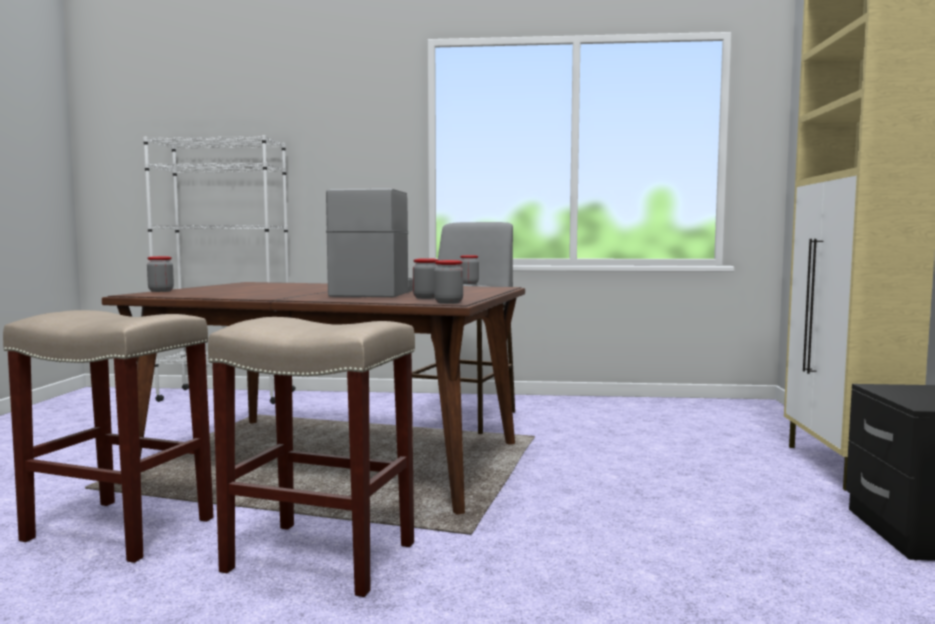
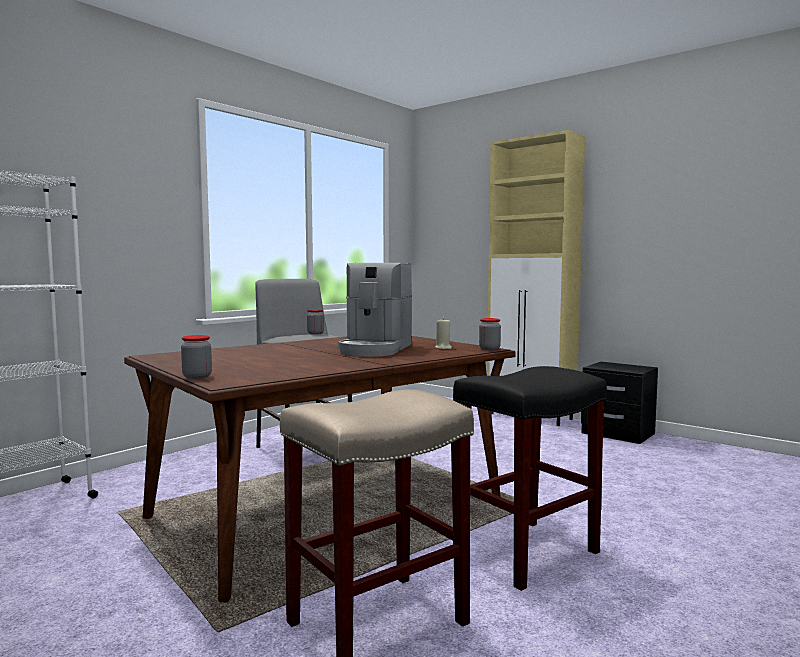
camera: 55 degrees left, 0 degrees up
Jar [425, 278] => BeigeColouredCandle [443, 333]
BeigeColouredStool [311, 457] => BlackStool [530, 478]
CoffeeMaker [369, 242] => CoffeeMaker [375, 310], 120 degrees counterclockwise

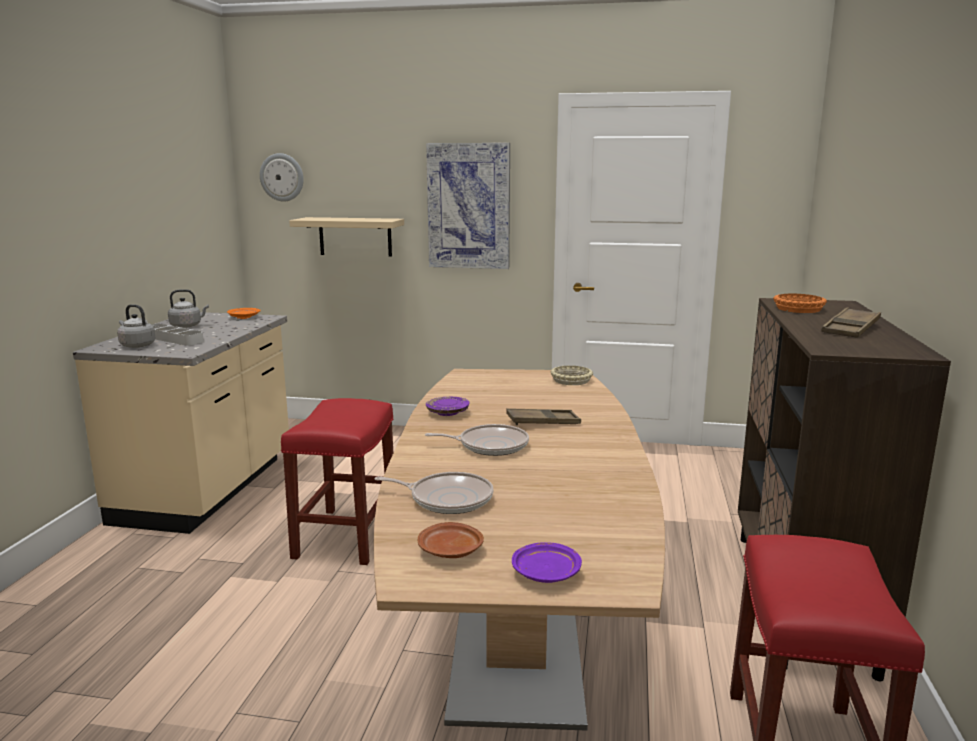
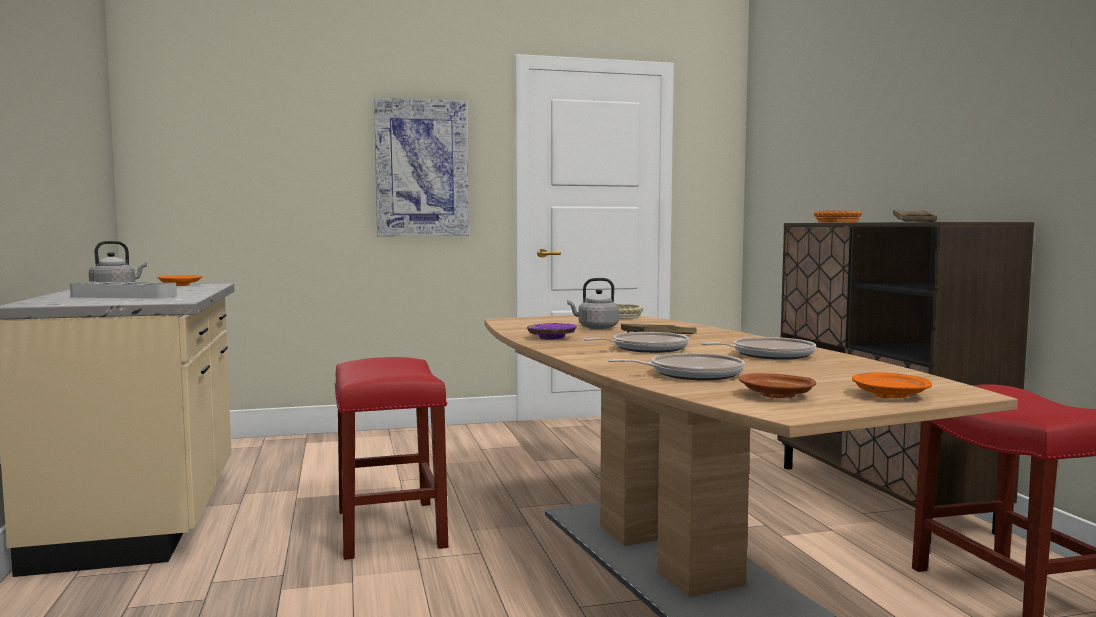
camera: 25 degrees left, 10 degrees down
ClockOnTheWall [282, 177] => nothing
BeigeColouredBracketShelf [346, 237] => nothing
nothing => Skillet [758, 348]
GreyishKettle [136, 326] => GreyishKettle [593, 303], moved
PurplishFlatDish [547, 562] => OrangeFlatDish [892, 385]

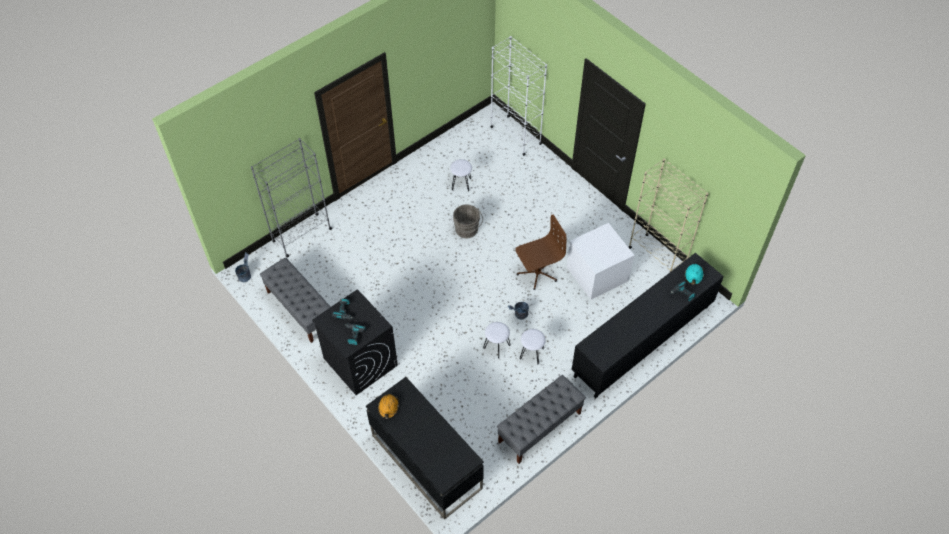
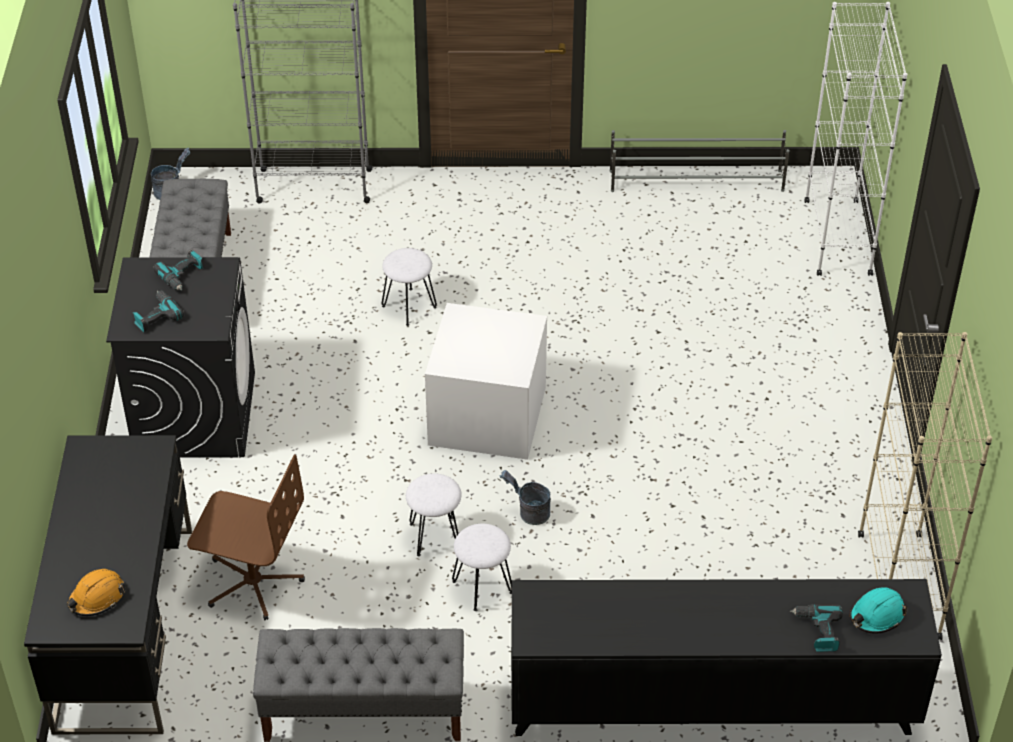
camera: 40 degrees right, 10 degrees down
GreyishPail [468, 221] => nothing
nothing => GreyishShoeStand [700, 161]
OrangeWorkHelmet [388, 406] => OrangeWorkHelmet [96, 592], moved
WhiteStool [461, 175] => WhiteStool [409, 287], moved
BrownColouredDeskChair [540, 252] => BrownColouredDeskChair [246, 537], moved
WhiteStorageBin [600, 261] => WhiteStorageBin [486, 381], moved

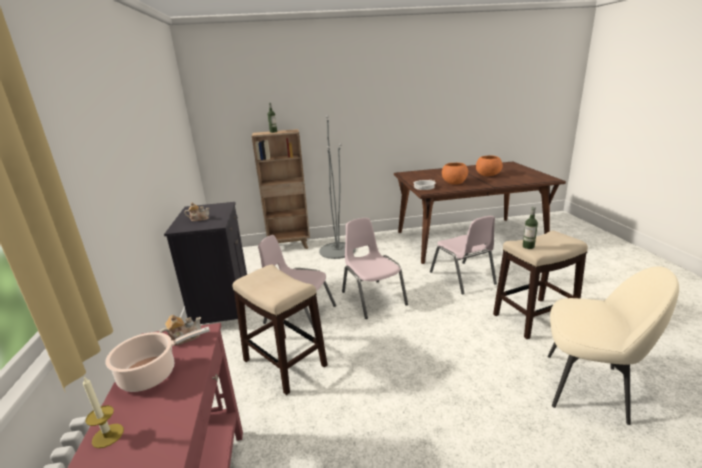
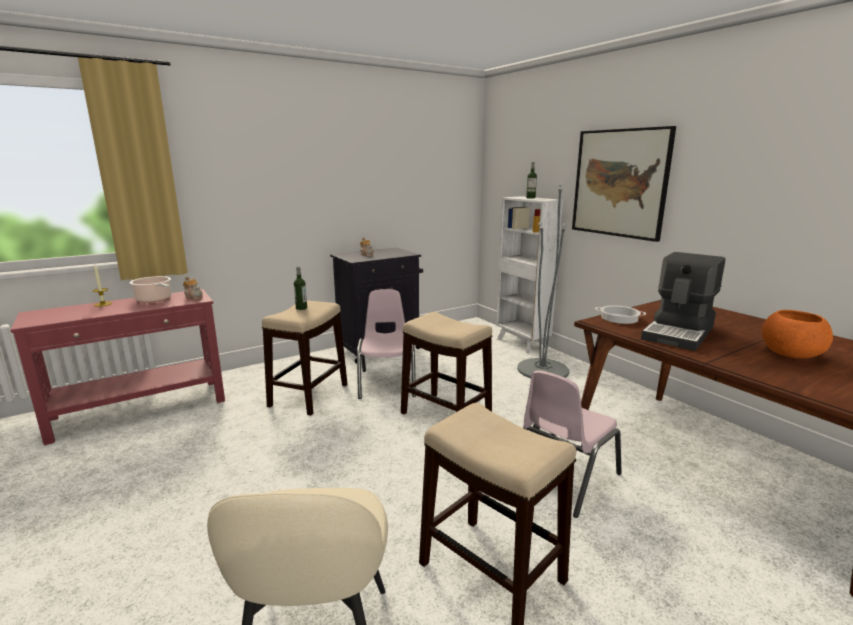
camera: 65 degrees right, 5 degrees down
nothing => WallPicture [624, 184]
BeverageBottle [530, 228] => BeverageBottle [300, 288], moved
PinkUprightChair [375, 268] => Stool [446, 363]
OrangeDeepDish [455, 174] => CoffeeMaker [683, 301]
BrownColouredBookshelf [281, 189] => WhiteBookshelf [529, 274]

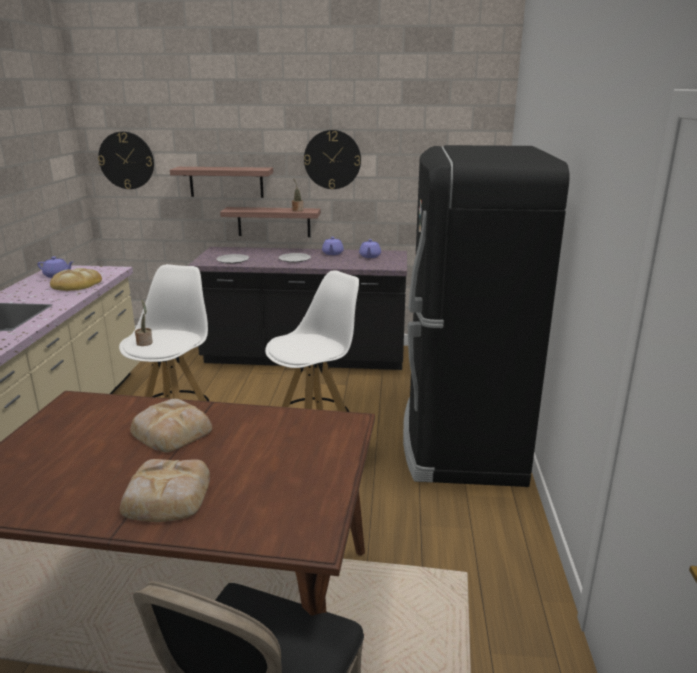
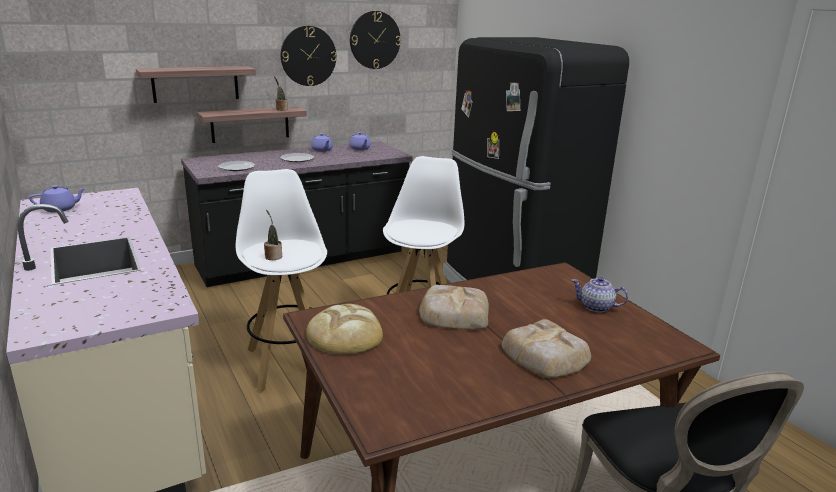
camera: 35 degrees left, 0 degrees up
nothing => TeaPot [599, 295]
BakedBread [76, 279] => BakedBread [344, 329], moved
ClockOnTheWall [126, 160] => ClockOnTheWall [375, 40], moved

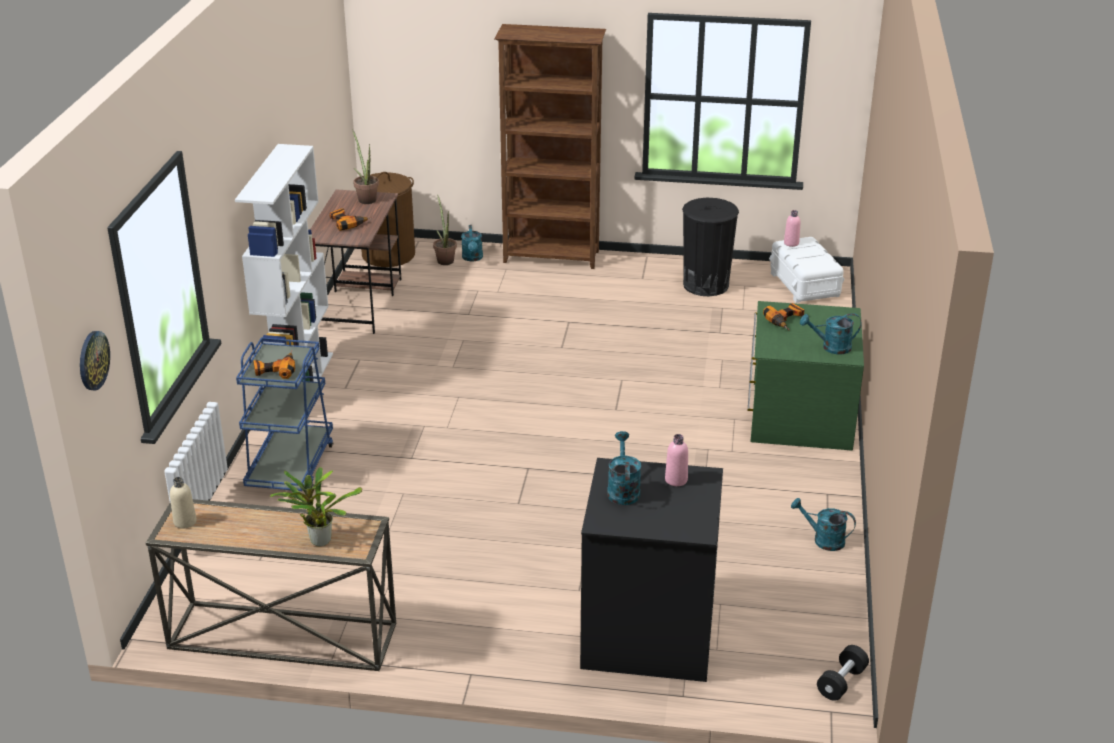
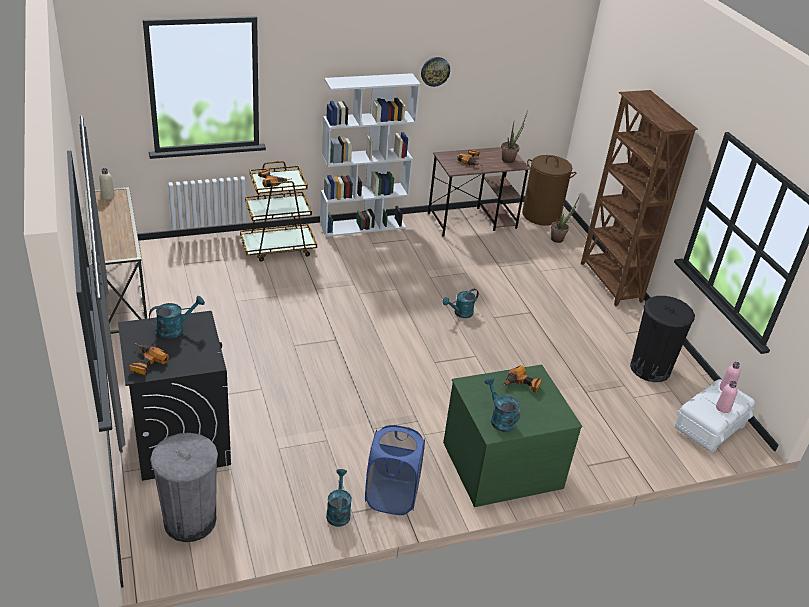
camera: 60 degrees right, 5 degrees up
PottedPlant [316, 507] => nothing
BlackDumbbell [843, 673] => nothing
nothing => ElectricDrill [149, 359]
nothing => GreyishTrashCan [184, 487]
nothing => BluishHamper [395, 470]
ClockOnTheWall [95, 361] => ClockOnTheWall [435, 72], moved
TurquoiseWateringCan [472, 243] => TurquoiseWateringCan [460, 303], moved
PinkBeverageBottle [676, 460] => PinkBeverageBottle [727, 397], moved
BluishCart [285, 414] => BrownColouredCart [278, 211]

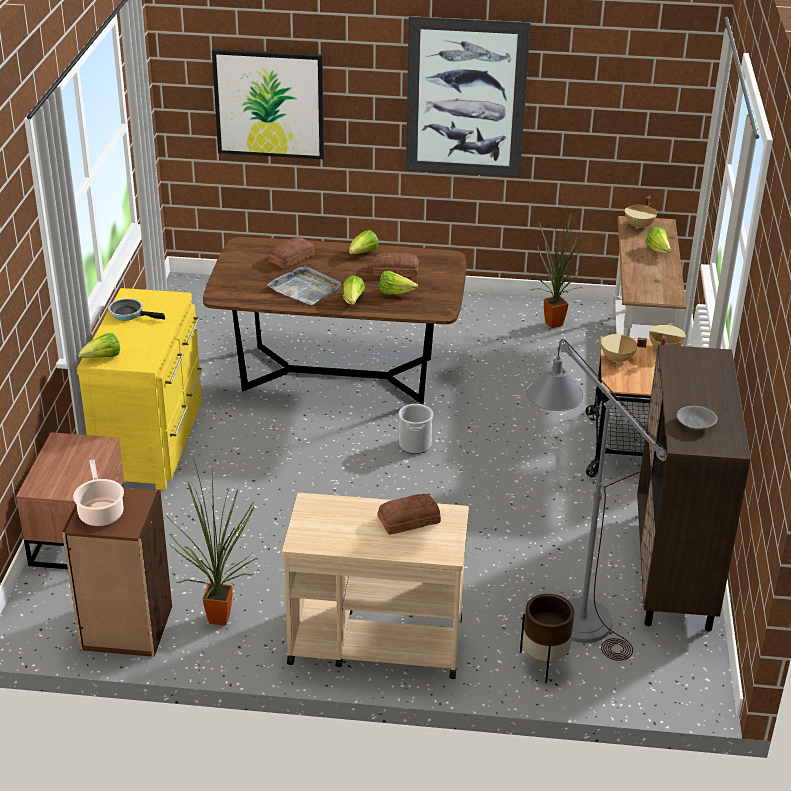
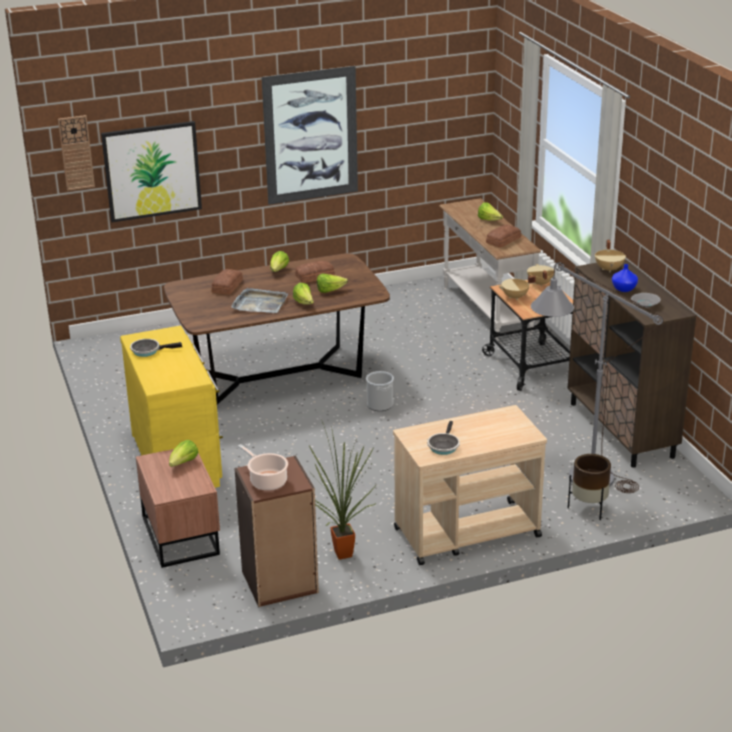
camera: 25 degrees left, 5 degrees down
PottedPlant [562, 260] => nothing
nothing => ClockOnTheWall [76, 153]
nothing => Skillet [443, 438]
nothing => BluishDecorativeVase [625, 278]
Lettuce [99, 345] => Lettuce [183, 453], moved
BakedBread [409, 514] => BakedBread [503, 236], moved
BeigeColouredCookingPot [641, 212] => BeigeColouredCookingPot [610, 256], moved

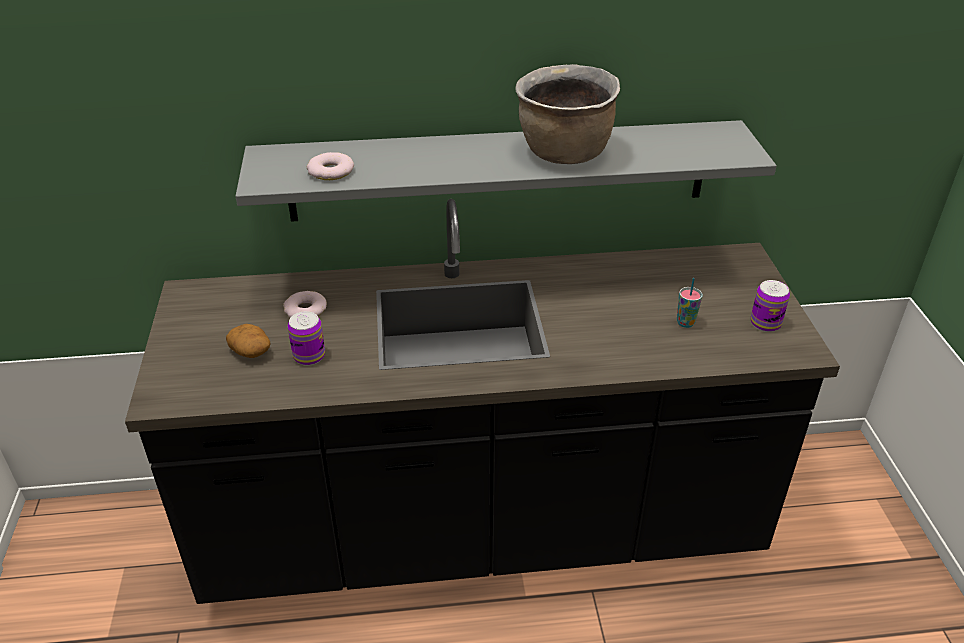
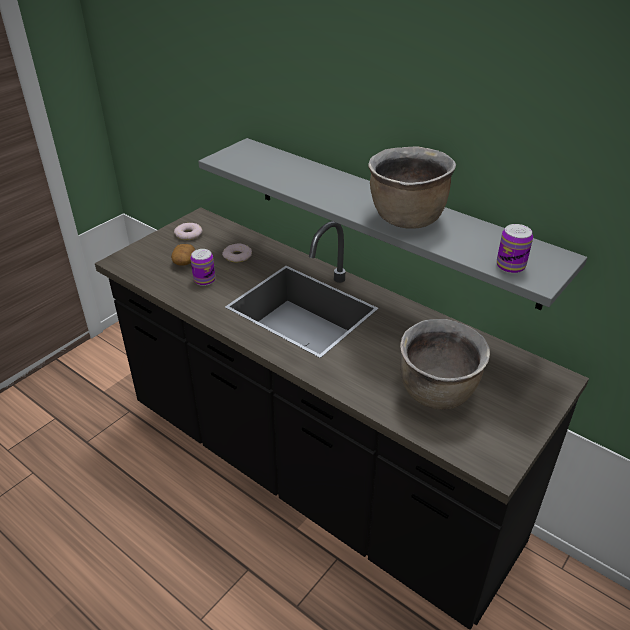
camera: 45 degrees right, 0 degrees up
RingDoughnut [330, 166] => RingDoughnut [188, 231], moved
SealedCan [770, 306] => SealedCan [515, 249], moved
DrinkingCup [690, 303] => BrownColouredCookingPot [445, 364]

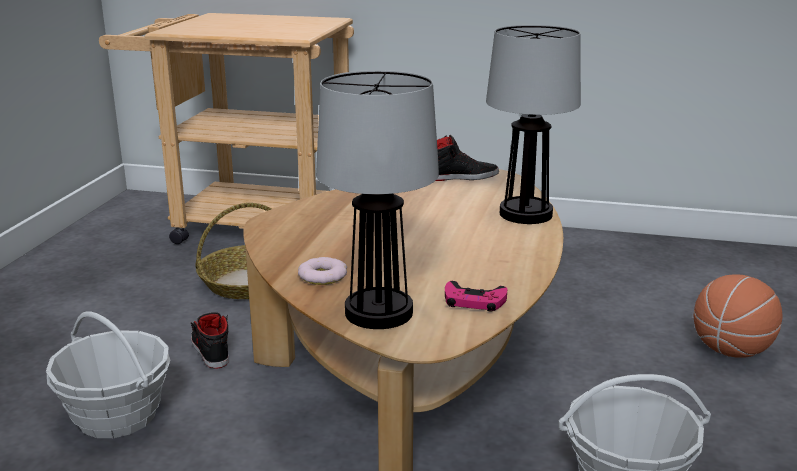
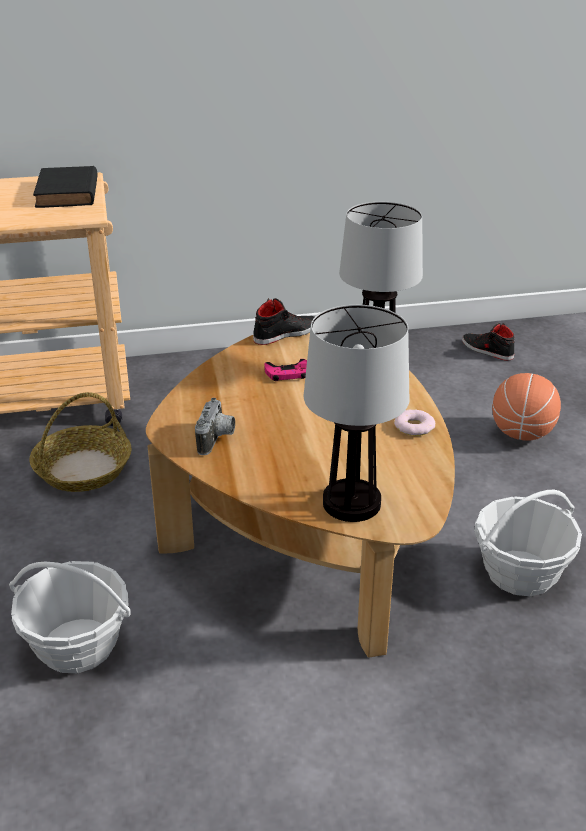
camera: 25 degrees left, 10 degrees up
nothing => BlackBoundBook [65, 187]
nothing => StillCamera [215, 426]
BlackLowShoe [210, 340] => BlackLowShoe [488, 342], moved
RingDoughnut [322, 271] => RingDoughnut [414, 423], moved
PinkJoypad [476, 296] => PinkJoypad [285, 370], moved

